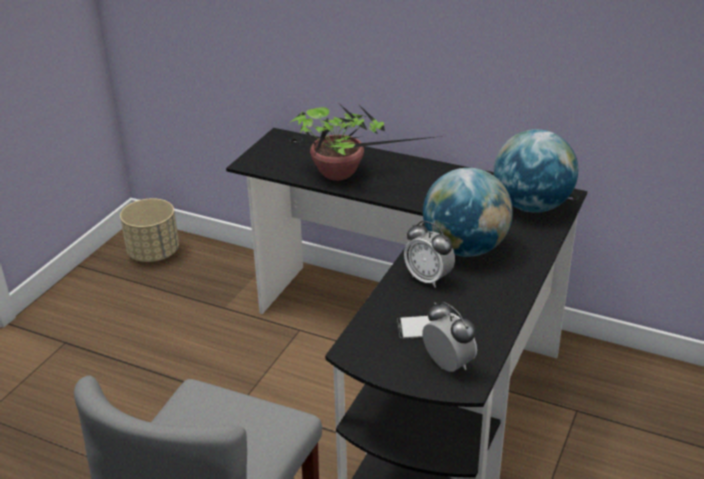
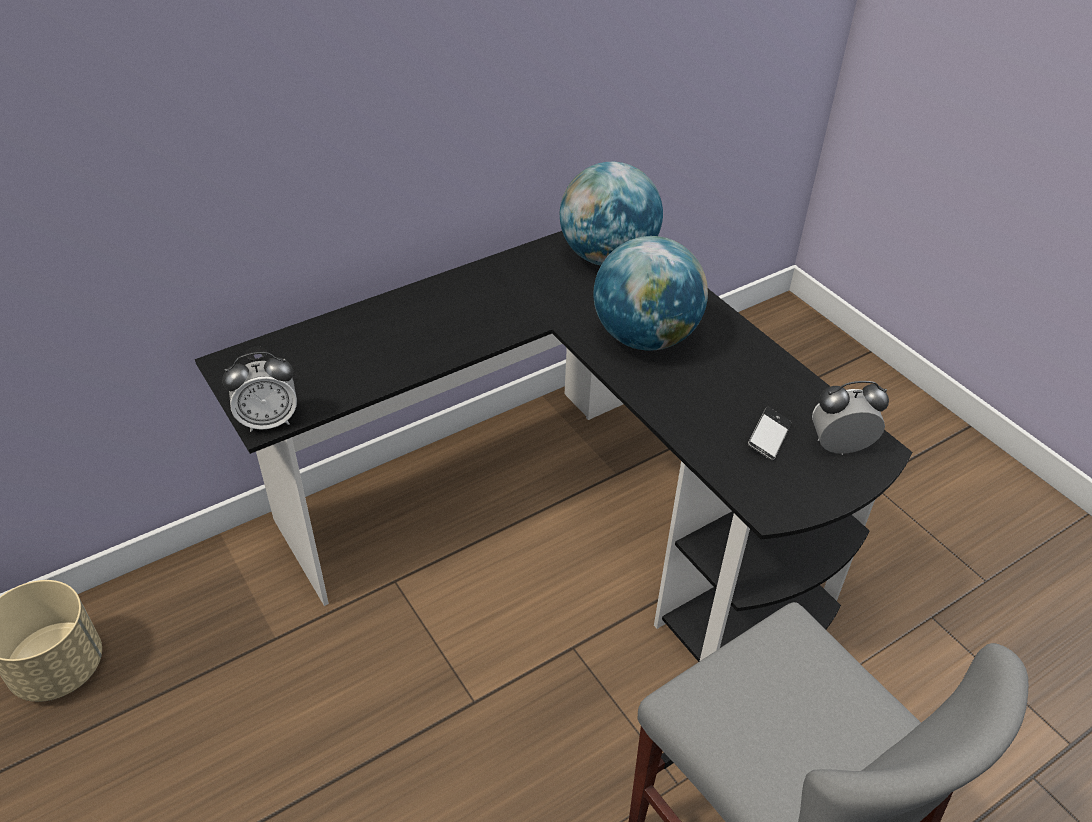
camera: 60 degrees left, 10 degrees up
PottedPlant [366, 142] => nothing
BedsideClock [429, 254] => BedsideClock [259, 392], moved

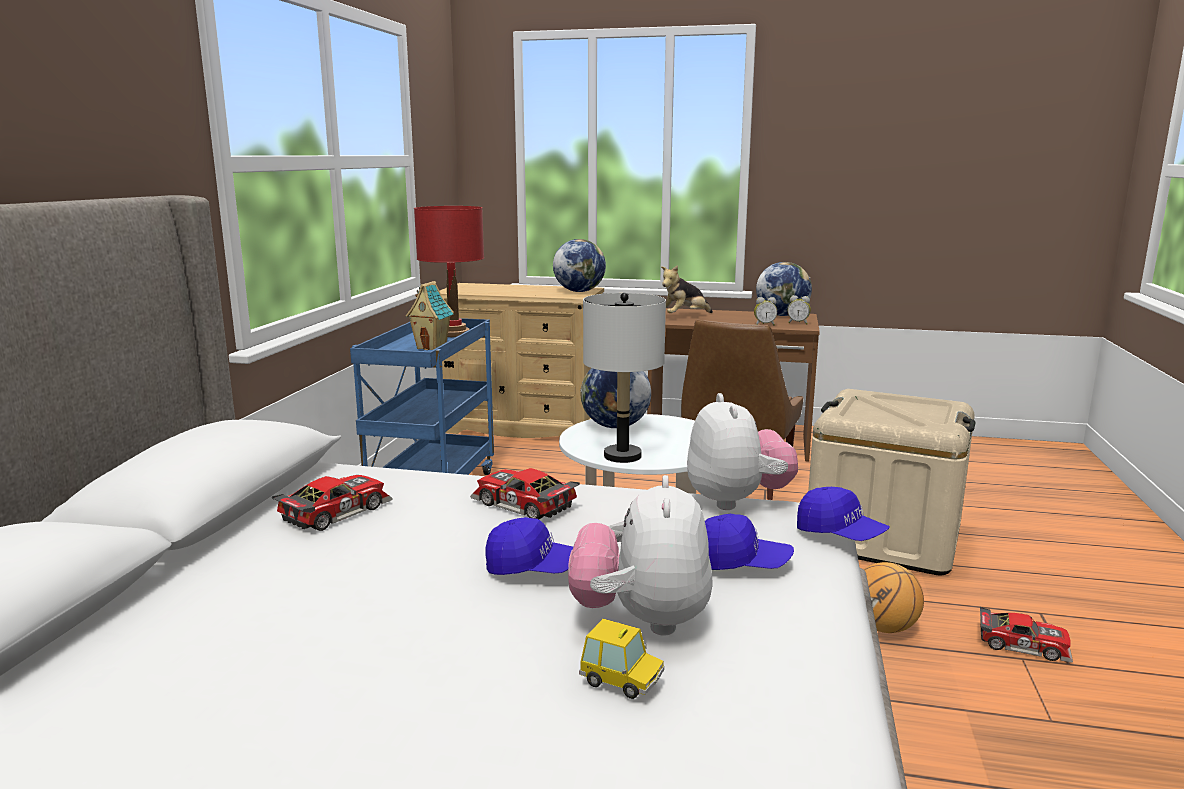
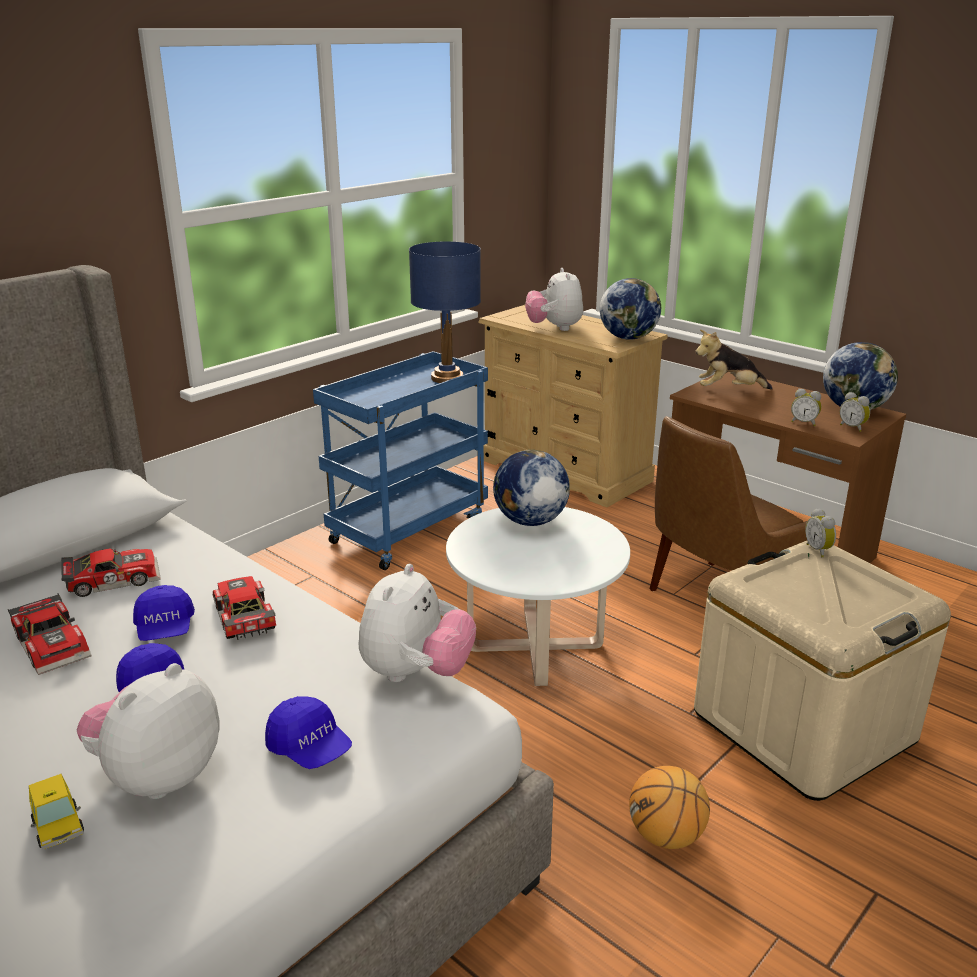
camera: 30 degrees right, 10 degrees up
ToyHouse [430, 315] => nothing
GreyishLampForATable [624, 378] => nothing
nothing => CuddlyToy [554, 299]
nothing => BedsideClock [820, 532]
BluishBaseballCap [843, 514] => BluishBaseballCap [164, 613], moved
ToyCar [1026, 635] => ToyCar [50, 634], moved
RedLampForATable [449, 271] => BluishLampForATable [445, 312]

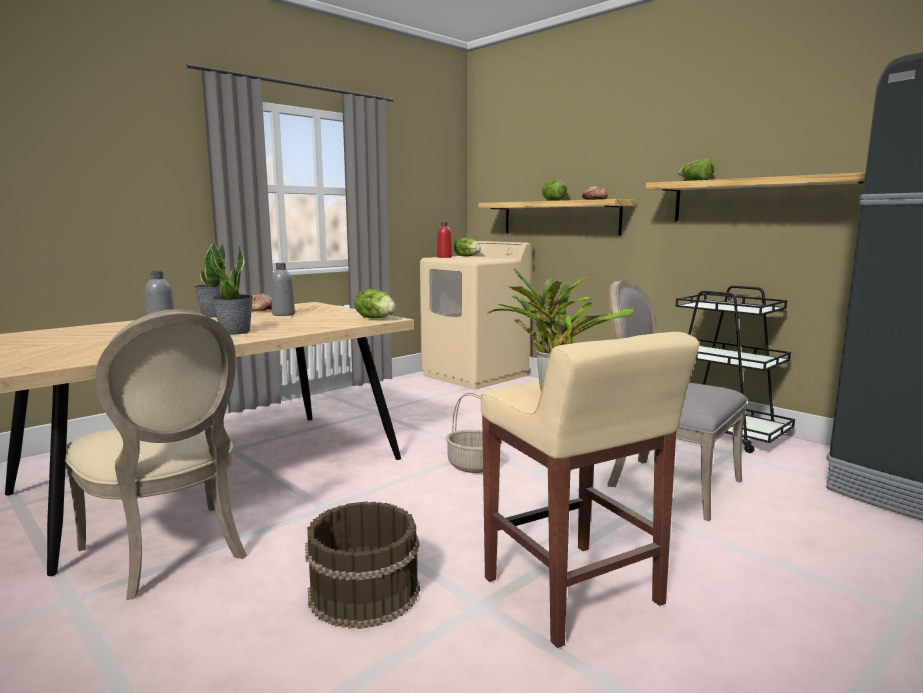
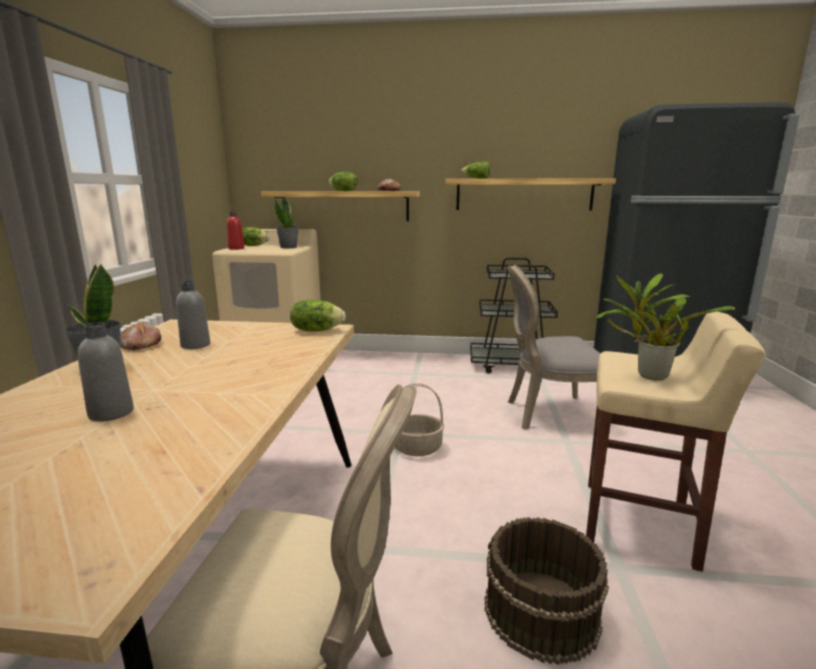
camera: 40 degrees left, 5 degrees up
PottedPlant [232, 290] => PottedPlant [286, 222], moved

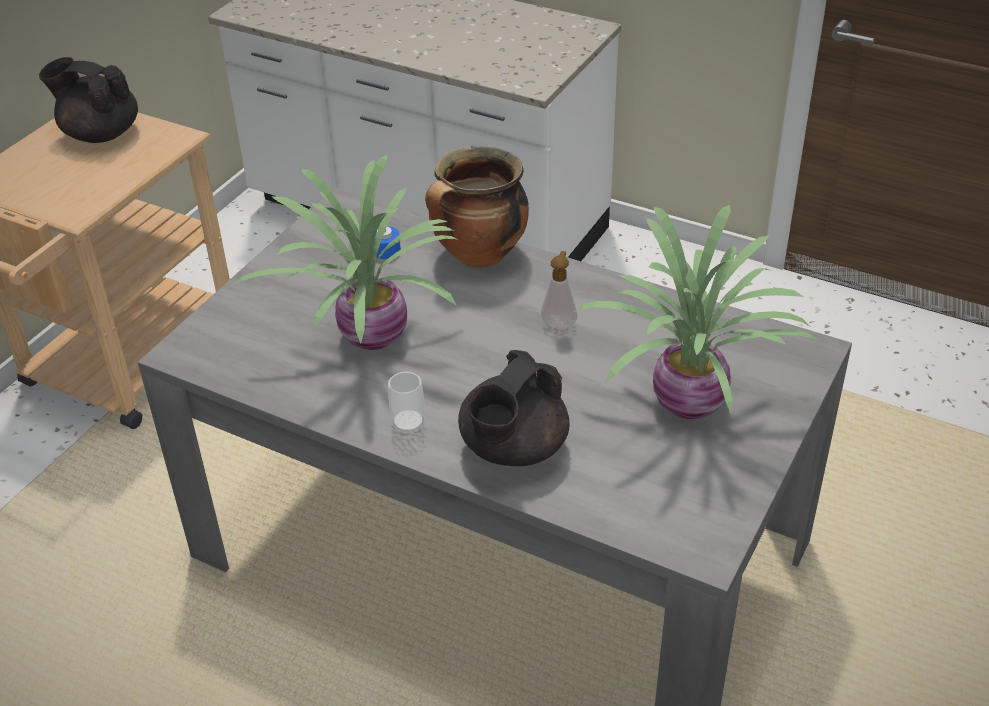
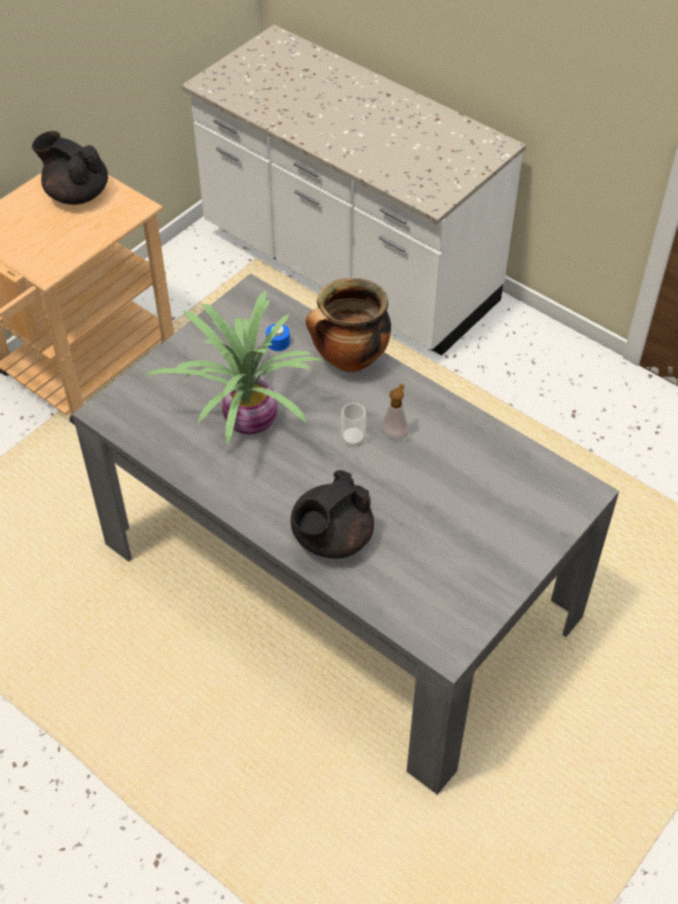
camera: 10 degrees right, 10 degrees up
PottedPlant [696, 312] => nothing
DrinkingCup [406, 404] => DrinkingCup [353, 425], moved

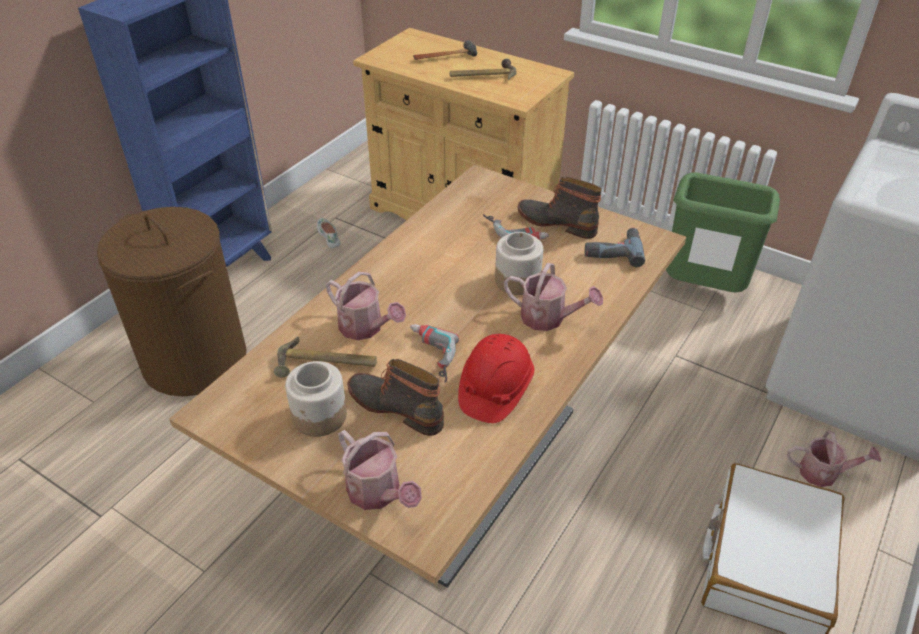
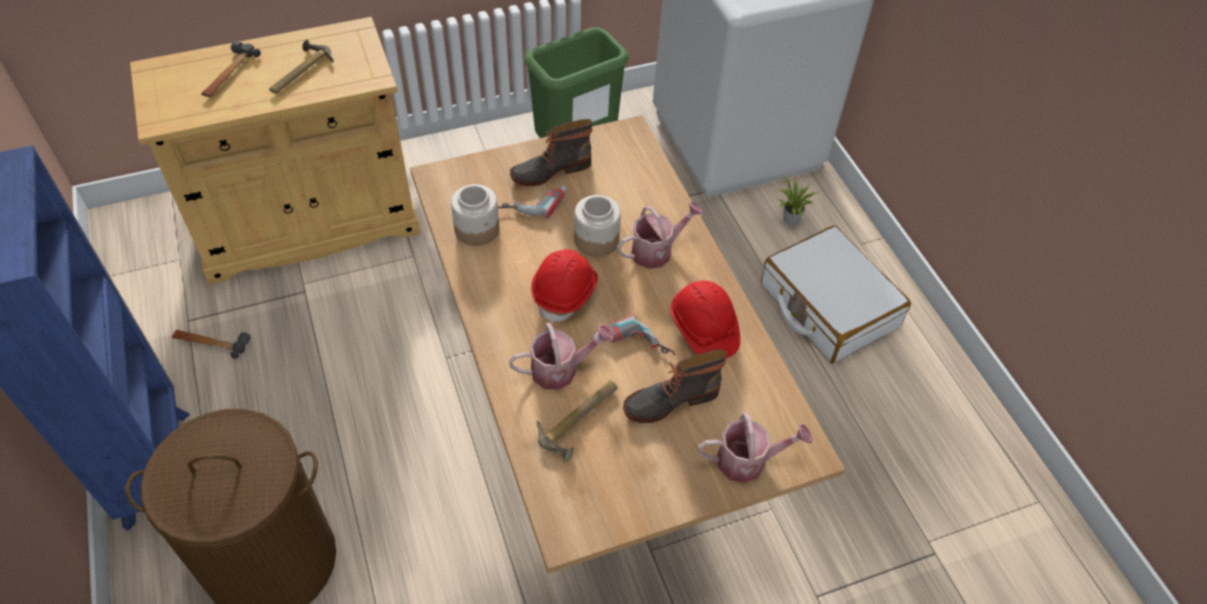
camera: 55 degrees left, 10 degrees up
ElectricDrill [615, 247] => nothing
nothing => RedWorkHelmet [564, 286]
Jar [316, 399] => Jar [475, 215], moved
WhiteLowShoe [329, 233] => HandHammer [211, 344]
WateringCan [834, 459] => PottedPlant [798, 200]

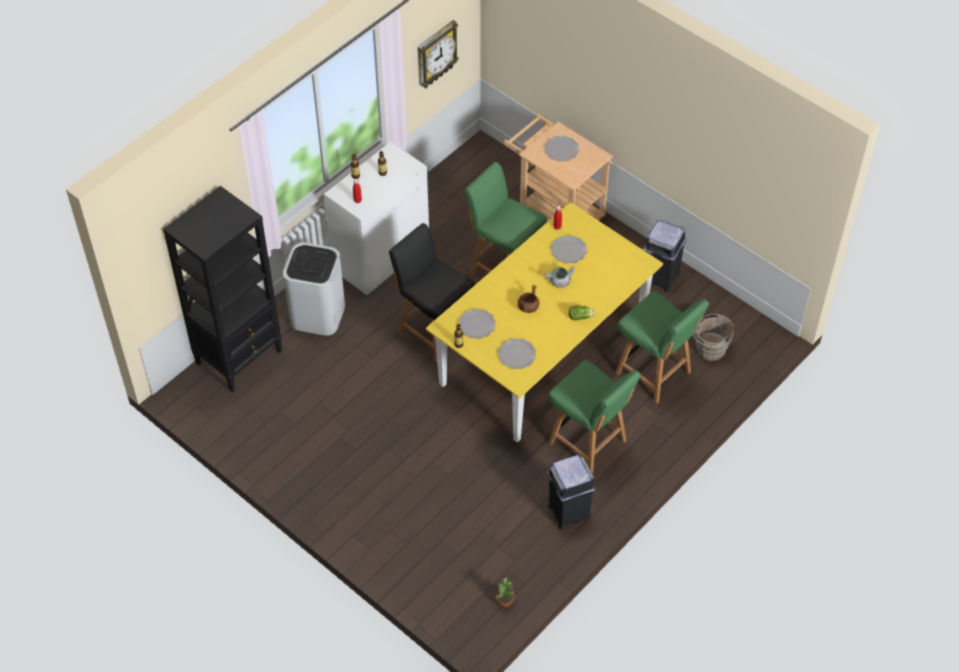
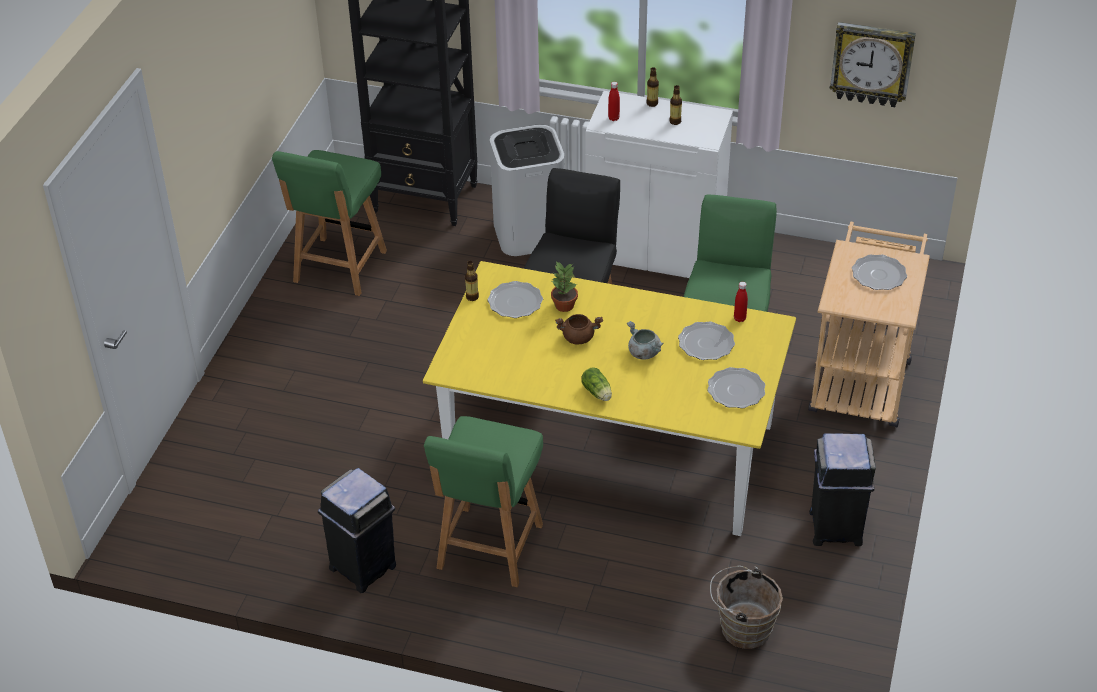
camera: 65 degrees right, 10 degrees down
PottedPlant [505, 592] => PottedPlant [564, 287], moved
FlatDish [517, 353] => FlatDish [736, 387], moved
GreenColouredUprightChair [662, 347] => GreenColouredUprightChair [329, 223], moved

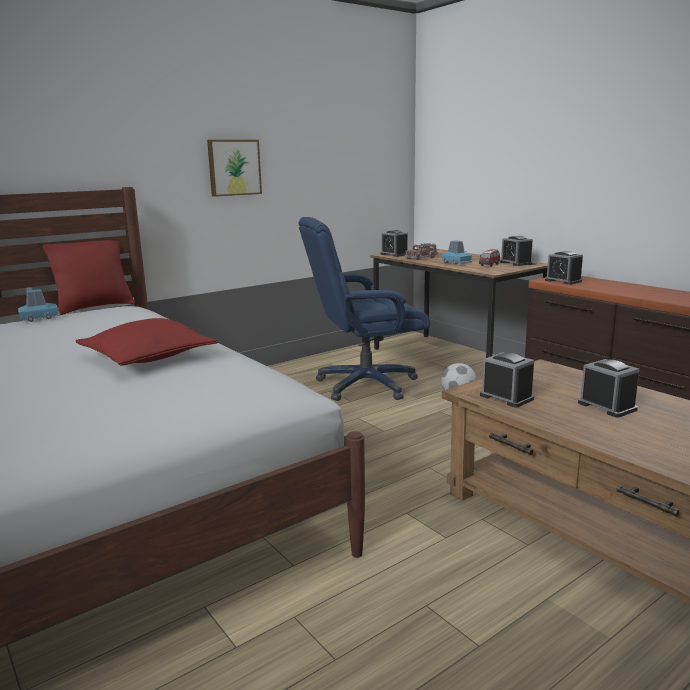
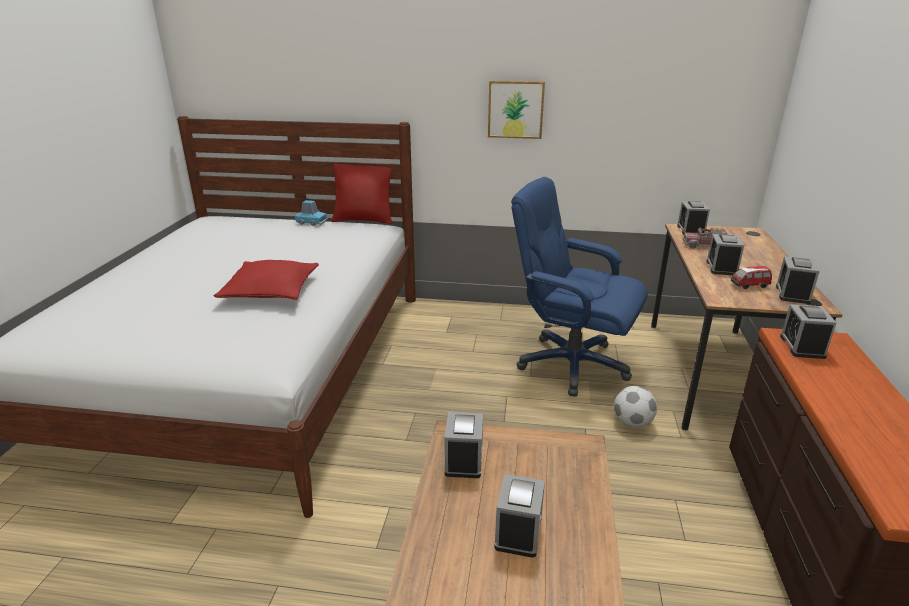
camera: 45 degrees right, 10 degrees up
BluishToyCar [457, 252] => BedsideClock [725, 254]

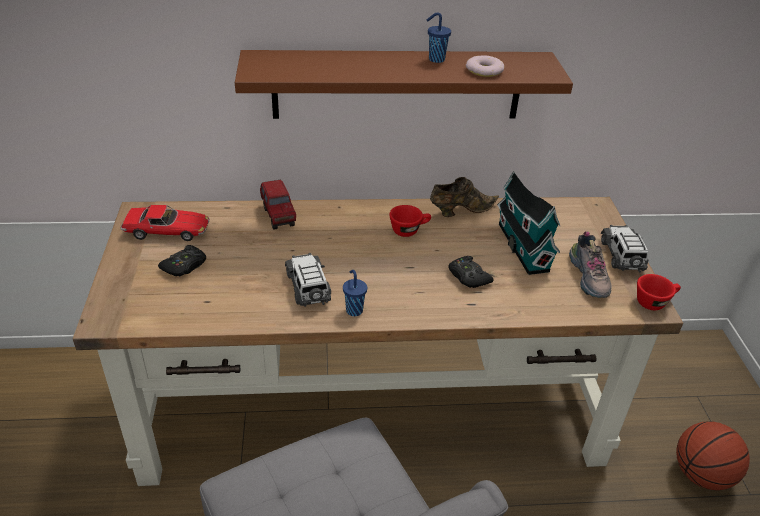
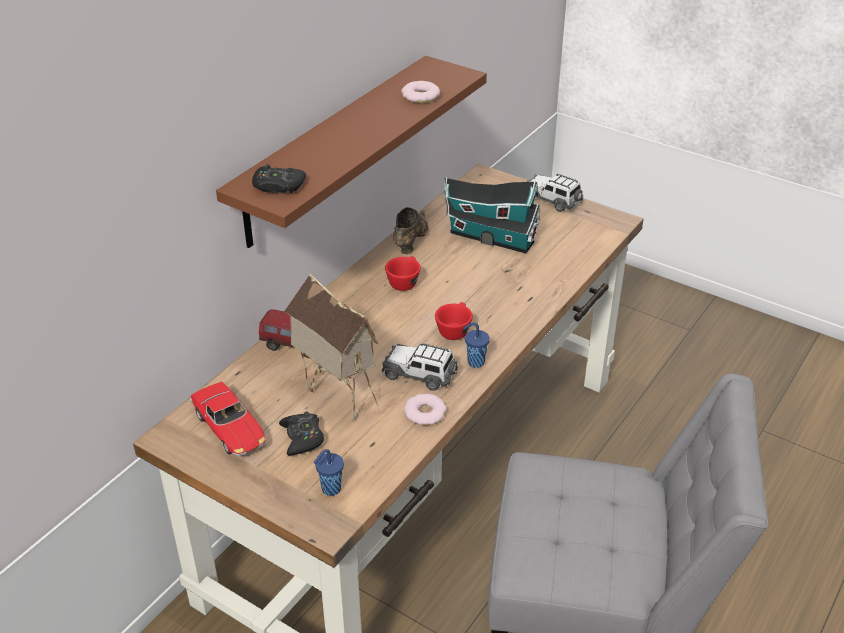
camera: 50 degrees left, 0 degrees up
LowShoe [590, 264] => nothing
BallForBasketball [713, 455] => nothing
nothing => ToyHouse [331, 347]
nothing => RingDoughnut [425, 409]
BluishDrinkingCup [439, 37] => BluishDrinkingCup [328, 472], moved
BlackJoypad [471, 272] => BlackJoypad [279, 179], moved
RedDrinkingCup [659, 292] => RedDrinkingCup [454, 321], moved
ToyCar [165, 223] => ToyCar [228, 419], 105 degrees clockwise

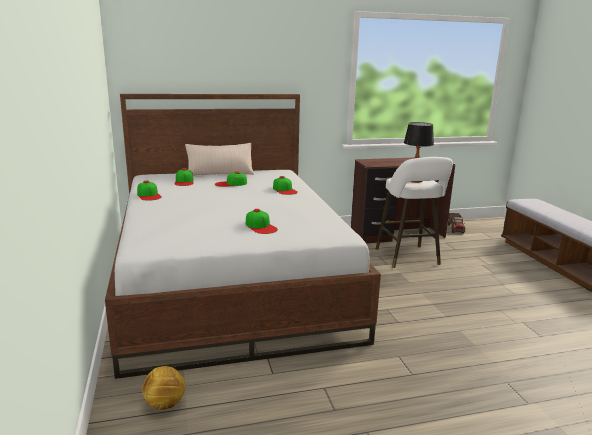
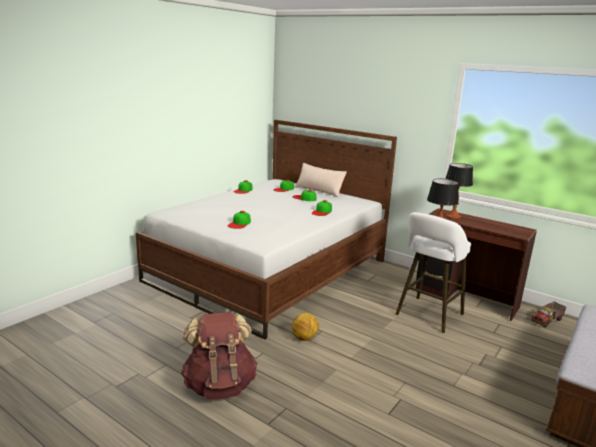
camera: 50 degrees right, 0 degrees up
nothing => BrownColouredRucksack [219, 356]
nothing => LampForATable [459, 191]
FootballBall [164, 388] => FootballBall [305, 327], moved

